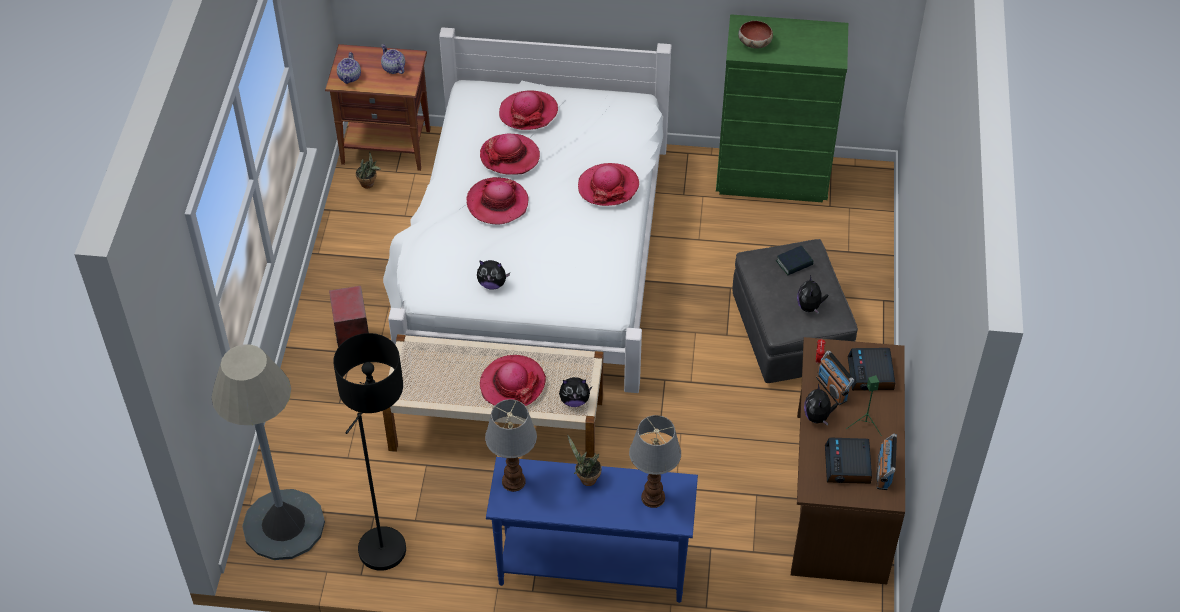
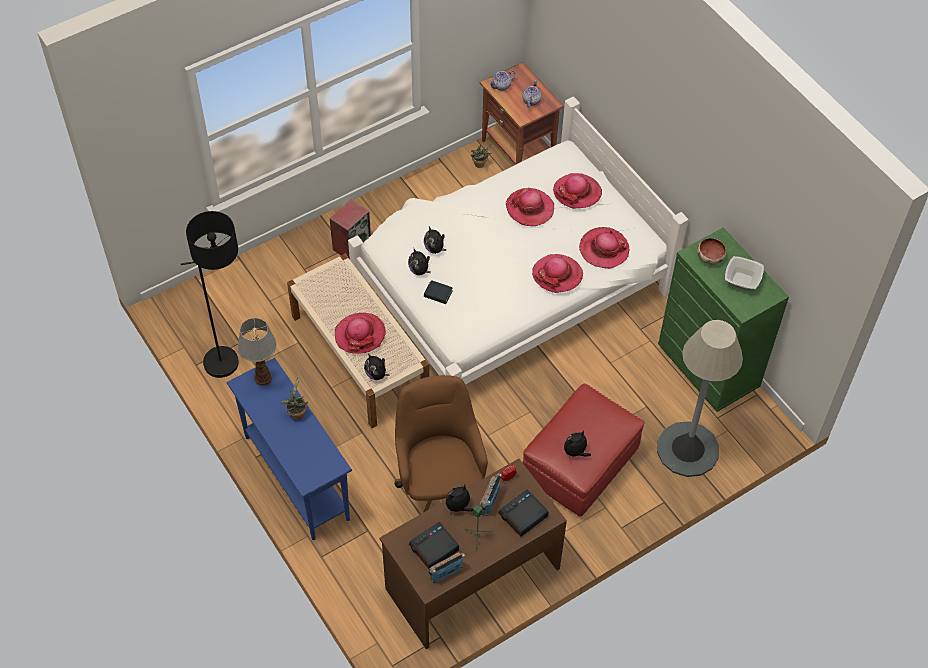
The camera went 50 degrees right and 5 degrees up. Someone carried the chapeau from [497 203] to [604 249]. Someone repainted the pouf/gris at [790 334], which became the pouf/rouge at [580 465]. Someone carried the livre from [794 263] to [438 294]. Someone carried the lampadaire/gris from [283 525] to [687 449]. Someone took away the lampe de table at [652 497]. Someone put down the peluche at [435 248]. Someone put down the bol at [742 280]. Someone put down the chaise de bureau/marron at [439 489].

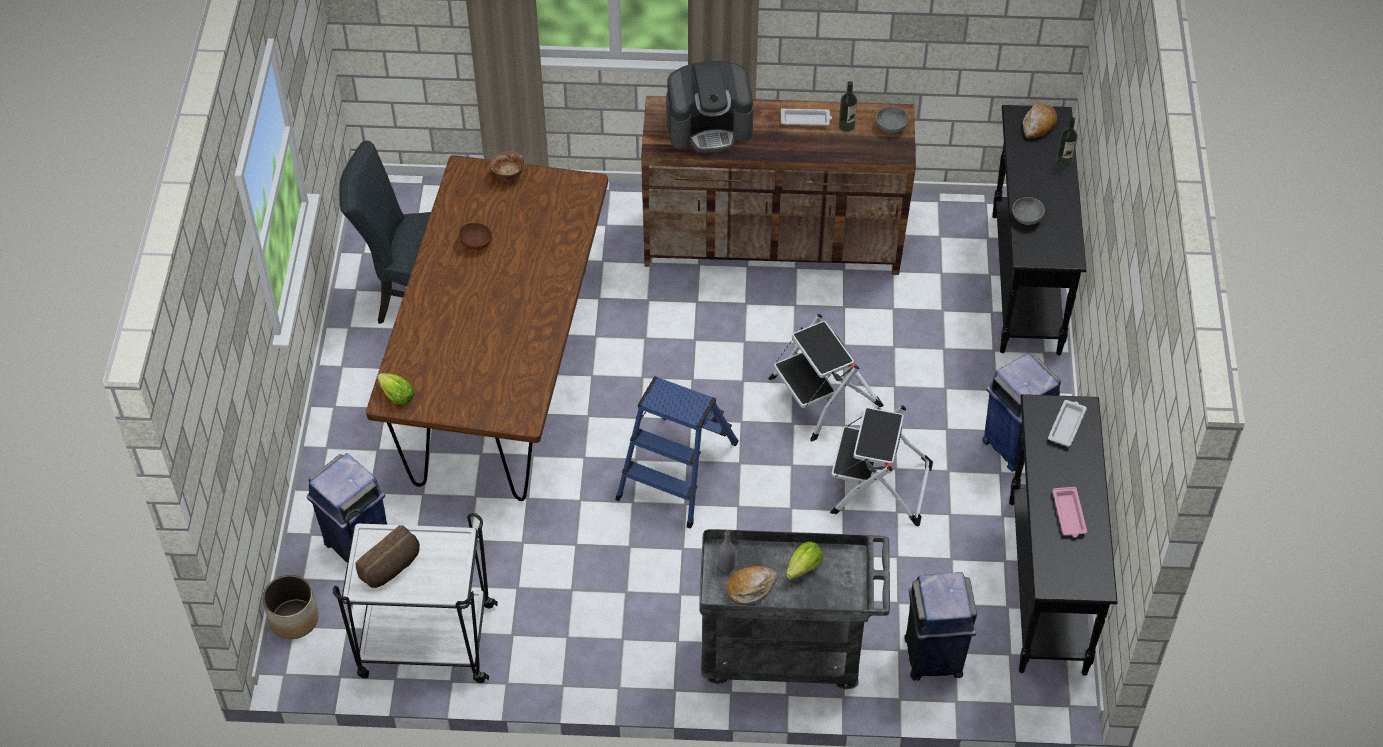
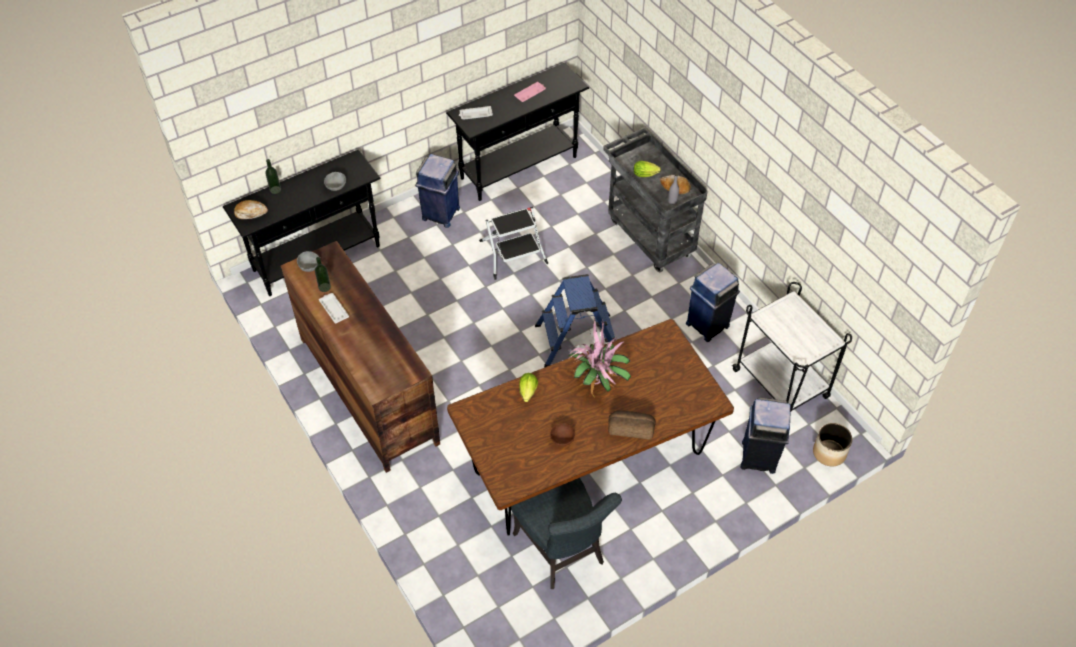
The camera went 125 degrees left and 0 degrees up. Someone took away the machine à café at [709 126]. Someone took away the bol at [508 175]. Someone took away the escabeau at [824 394]. Someone carried the laitue from [395 395] to [527 393]. Someone carried the pain from [392 568] to [631 428]. Someone carried the poubelle/bleu from [933 658] to [708 324]. Someone put down the plante en pot at [597 383].

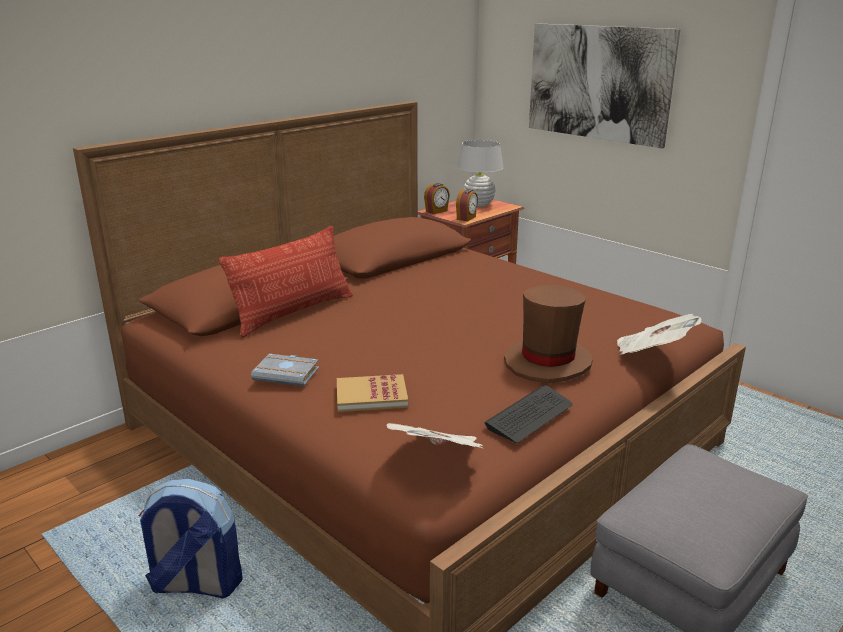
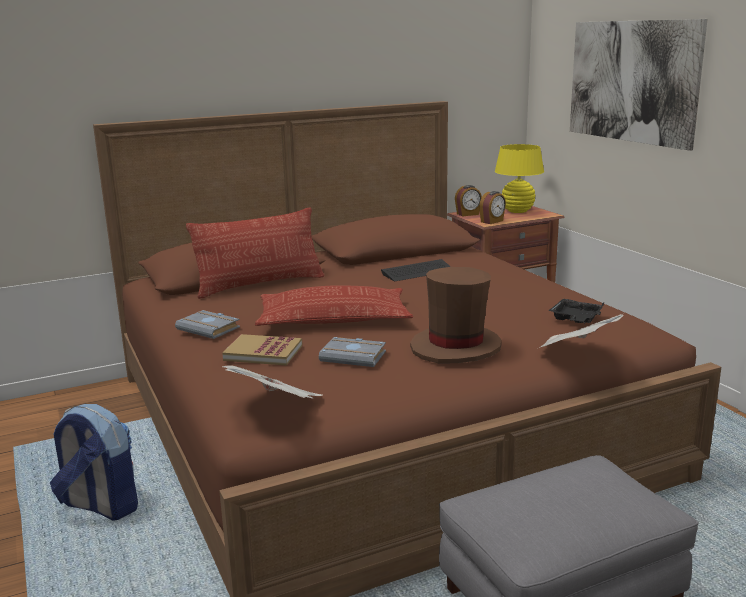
The camera went 20 degrees right and 5 degrees down. Someone repainted the lampe de table/blanc at [478 204], which became the lampe de table/jaune at [517 211]. Someone carried the clavier from [529 415] to [417 272]. Someone put down the coussin at [333 318]. Someone put down the plateau/noir at [575 319]. Someone put down the livre/gris at [355 356].

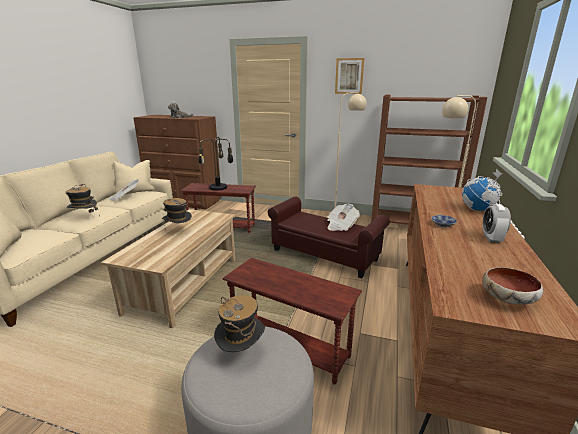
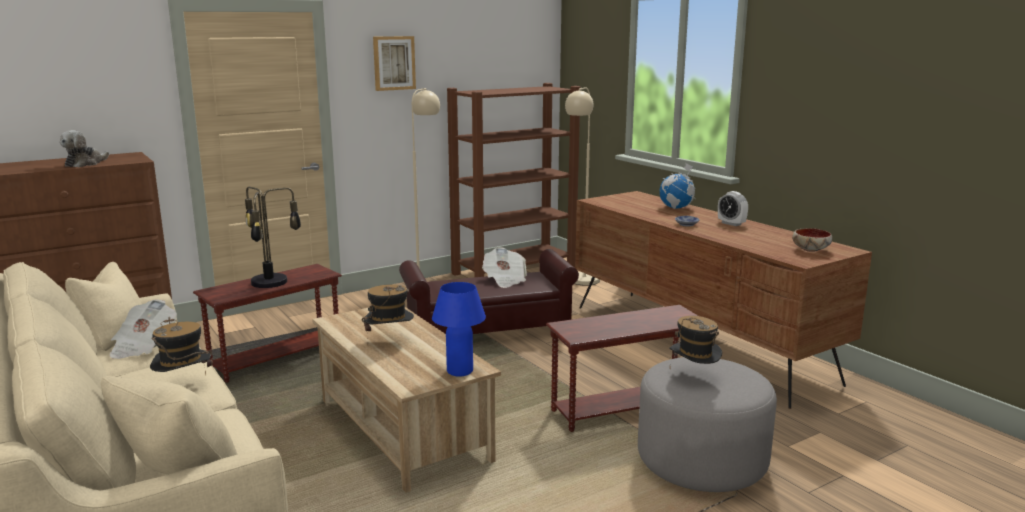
The camera went 50 degrees left and 5 degrees down. Someone put down the lampe de table/bleu at [460 371].

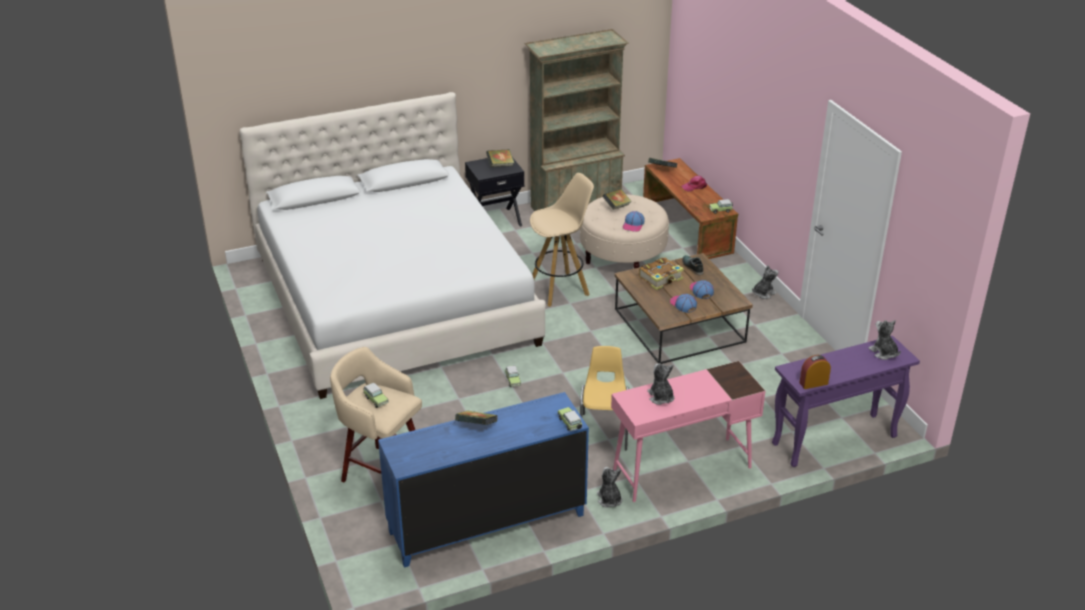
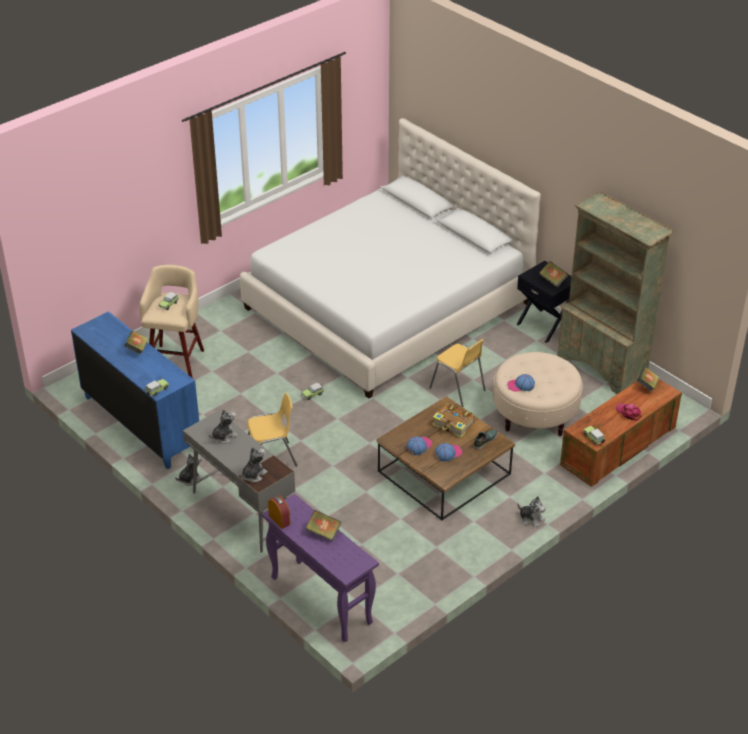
The camera went 70 degrees right and 5 degrees up. Someone swapped the tabouret/beige at [560 289] for the chaise/jaune at [458 389]. Someone carried the livre from [616 206] to [323 532]. Someone carried the peluche from [883 353] to [253 475]. Someone repainted the bureau/rose at [681 469], which became the bureau/gris at [242 511].

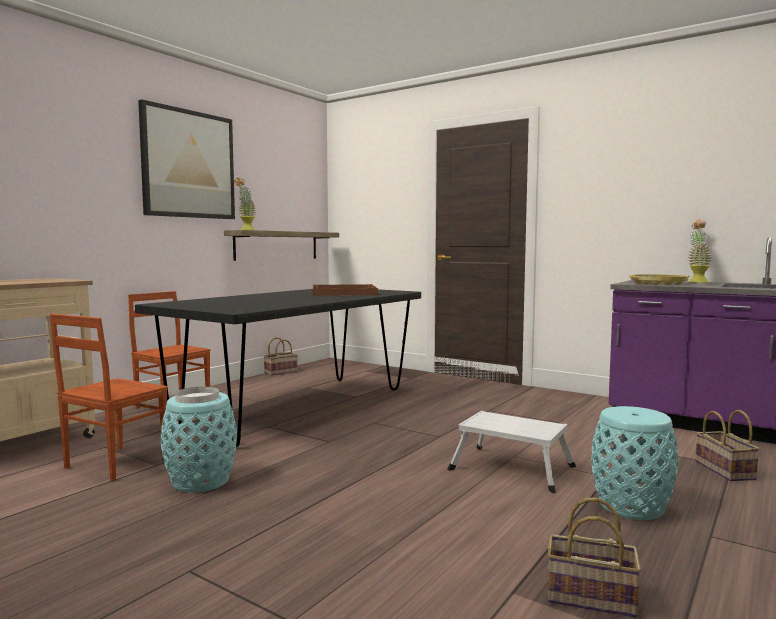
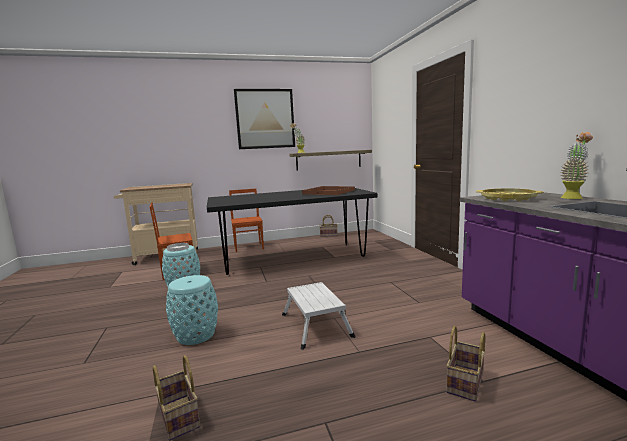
The camera went 40 degrees right and 5 degrees up. Someone carried the tabouret/turquoise from [631 507] to [195 335].

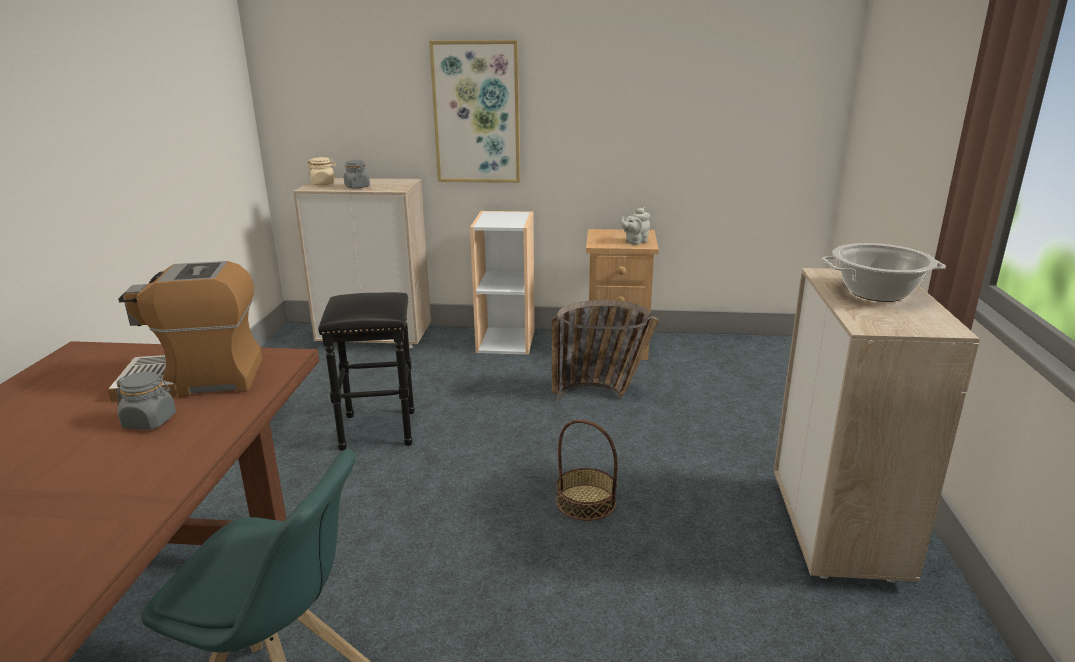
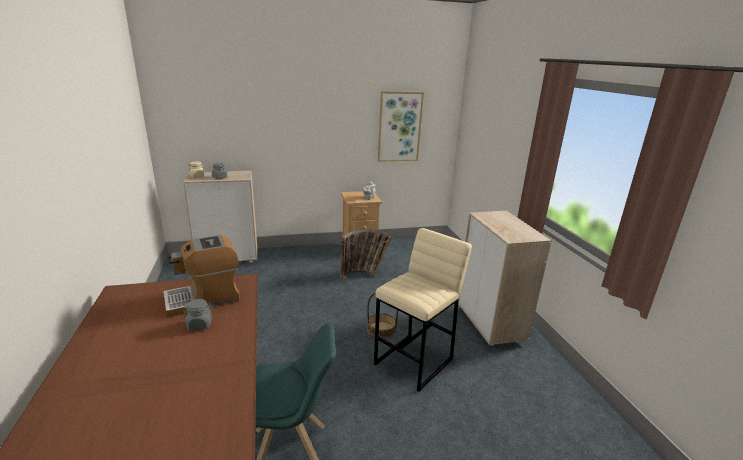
The camera went 20 degrees left and 0 degrees up. Someone carried the tableau from [476 113] to [399 127]. Someone took away the bibliothèque at [506 340]. Someone took away the marmite at [877 293]. Someone took away the tabouret/noir at [379 430]. Someone put down the tabouret/beige at [415 360].

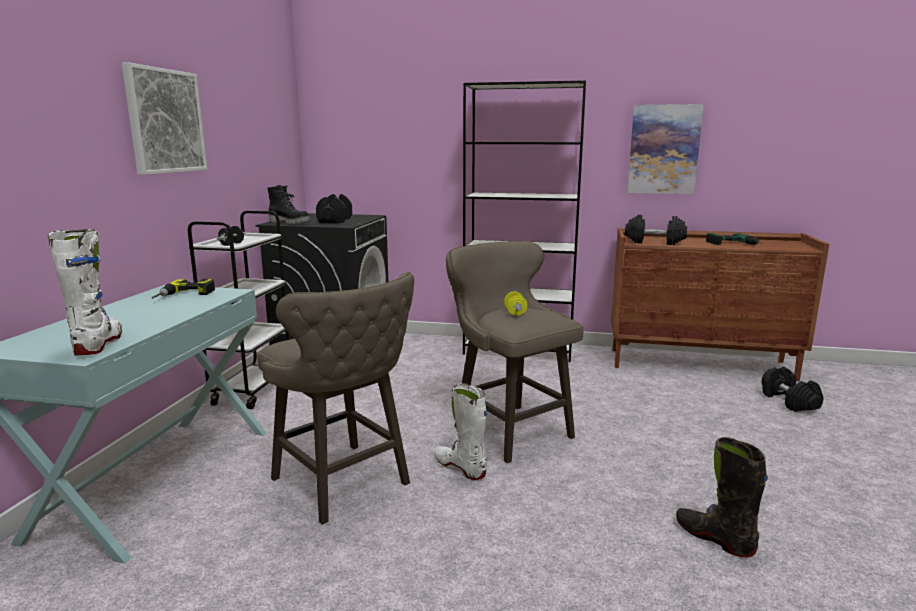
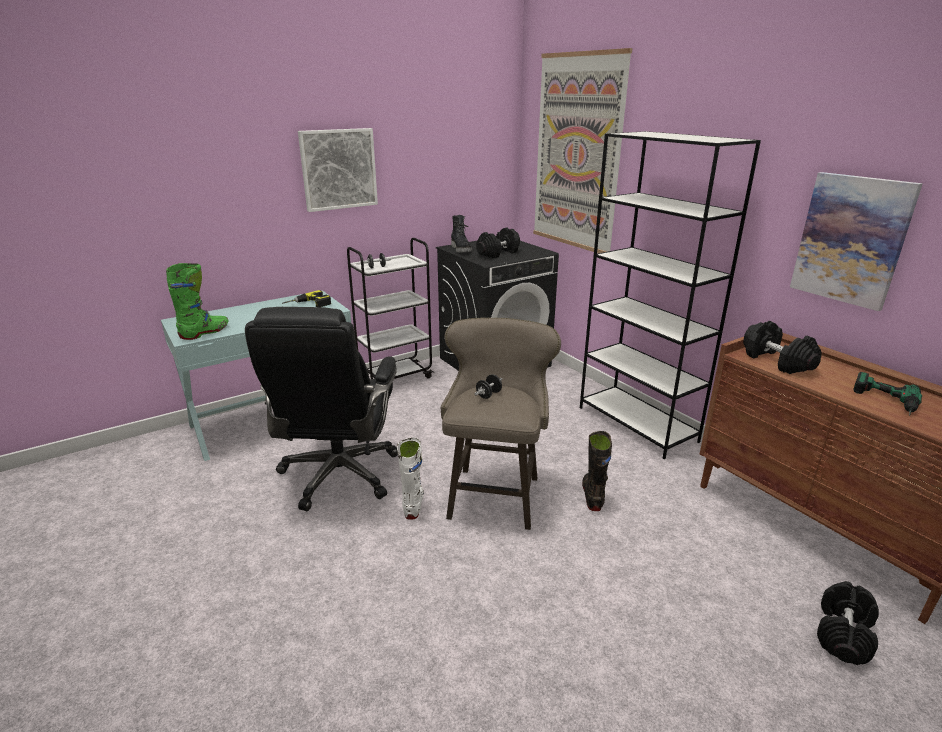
The camera went 45 degrees right and 10 degrees up. Someone repainted the botte/blanc at [99 344], which became the botte/vert at [205 332]. Someone swapped the tabouret/beige at [344 484] for the chaise de bureau/noir at [339 474]. Someone repainted the haltère/jaune at [515 313], which became the haltère/noir at [488 395]. Someone carried the botte/noir from [714 538] to [592 496]. Someone put up the tableau at [577 153].

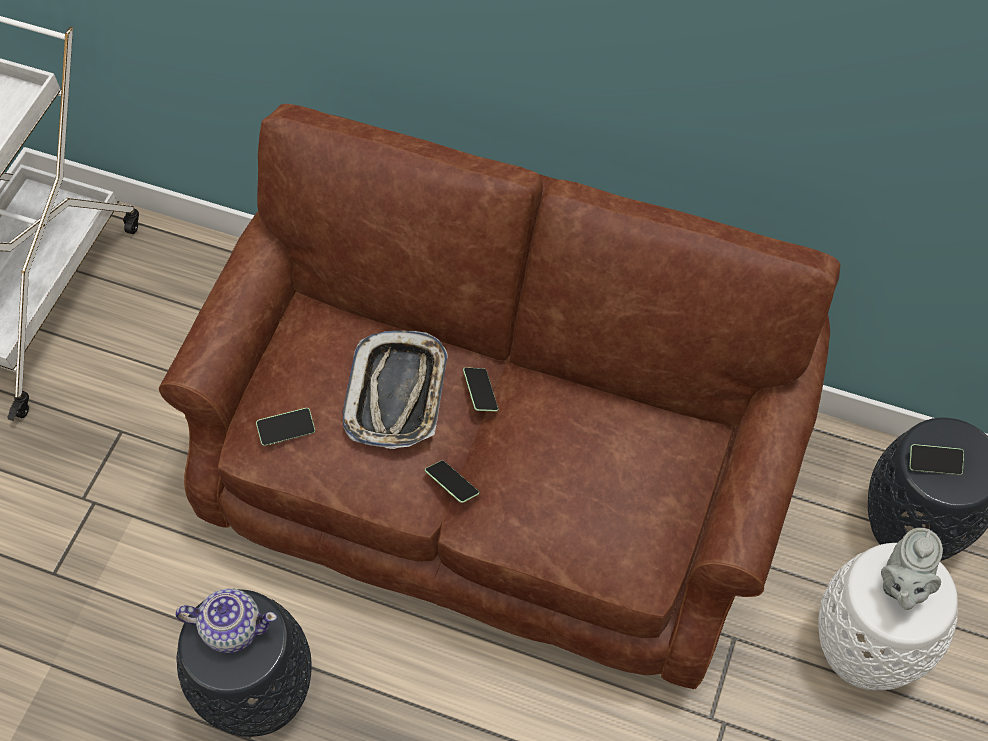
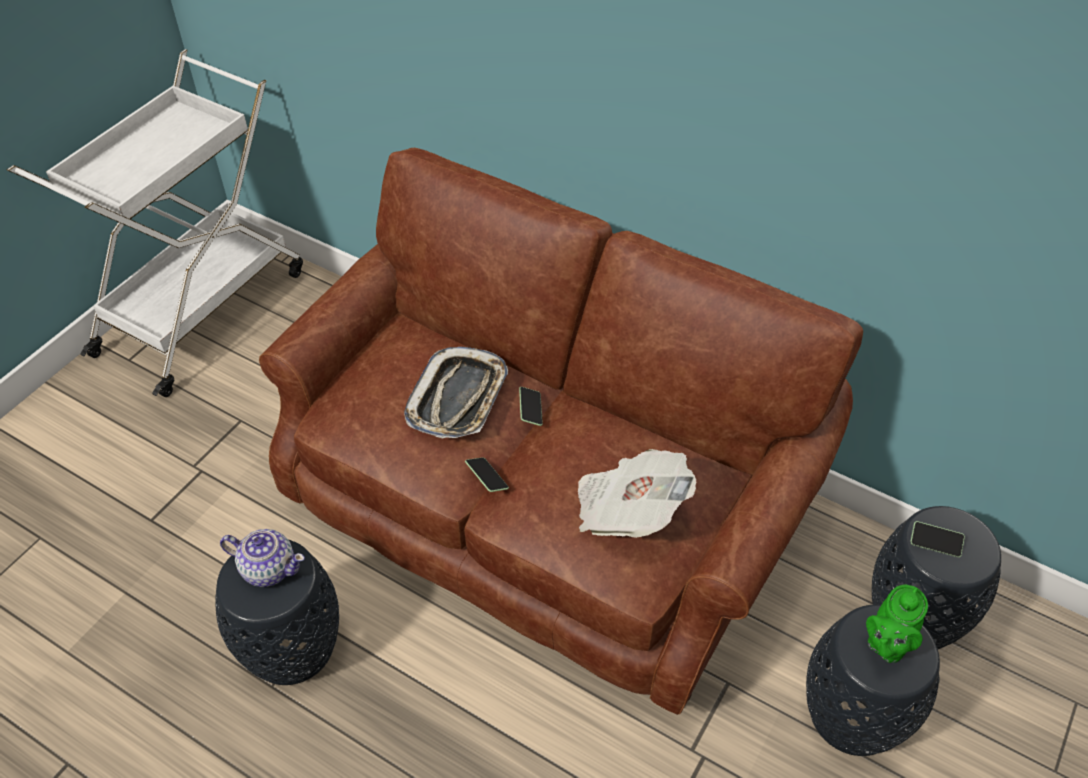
The camera went 10 degrees right and 10 degrees down. Someone took away the téléphone at [286 430]. Someone repainted the théière/gris at [902 585], which became the théière/vert at [887 643]. Someone repainted the tabouret/blanc at [868 645], which became the tabouret/noir at [853 713]. Someone put down the journal at [629 510].

